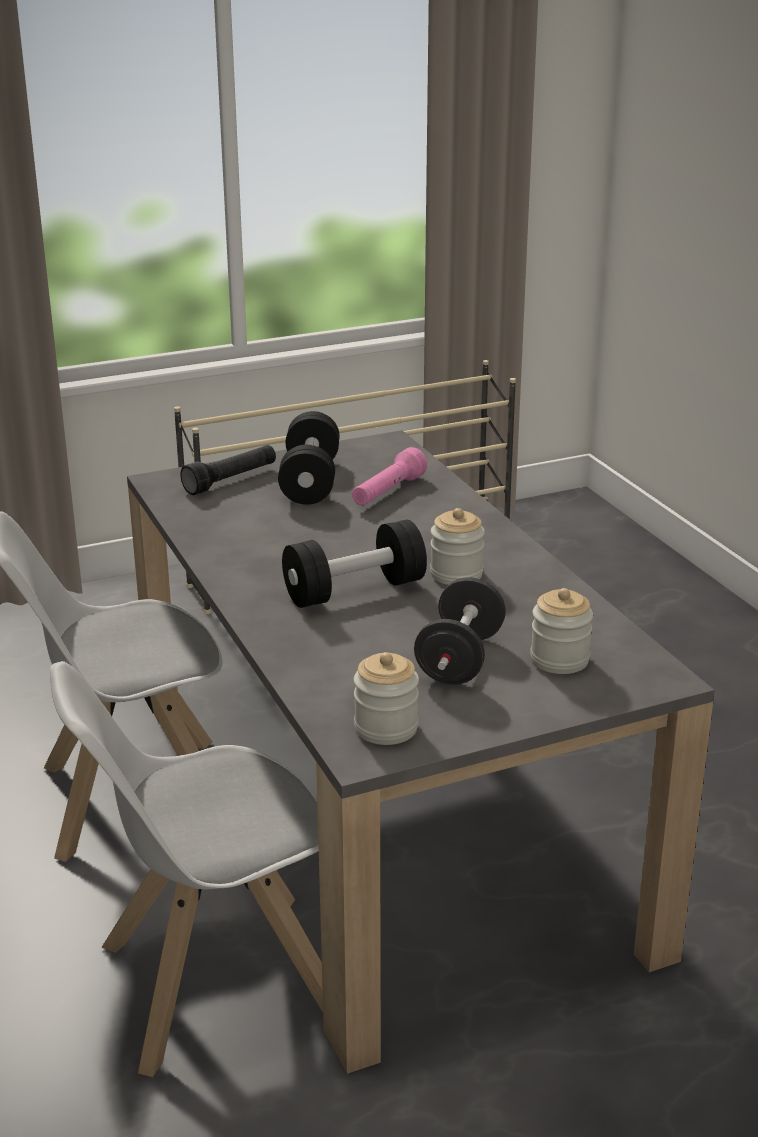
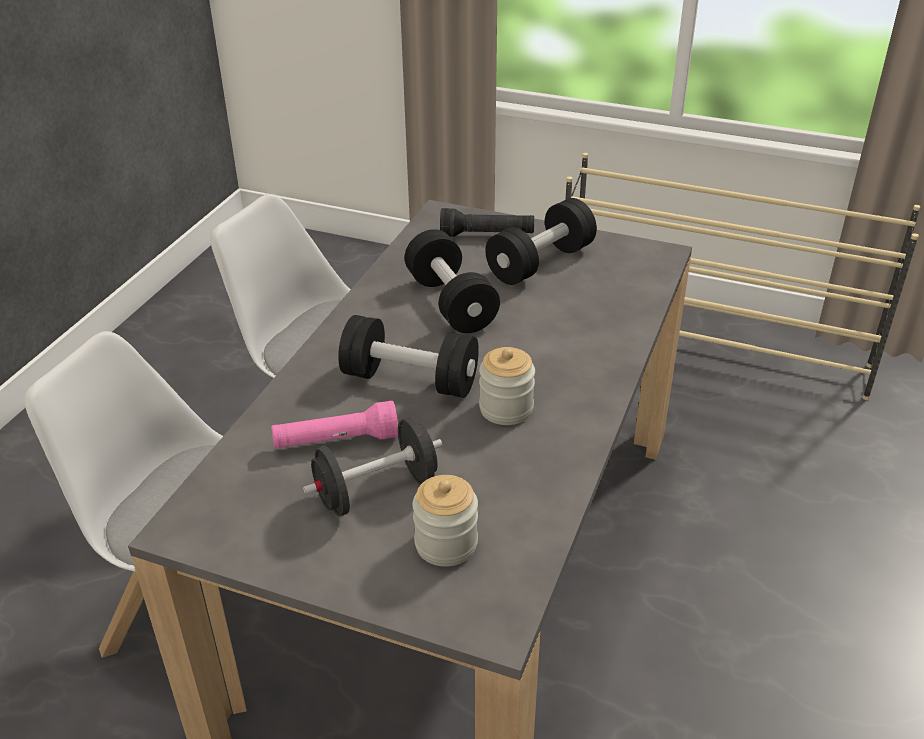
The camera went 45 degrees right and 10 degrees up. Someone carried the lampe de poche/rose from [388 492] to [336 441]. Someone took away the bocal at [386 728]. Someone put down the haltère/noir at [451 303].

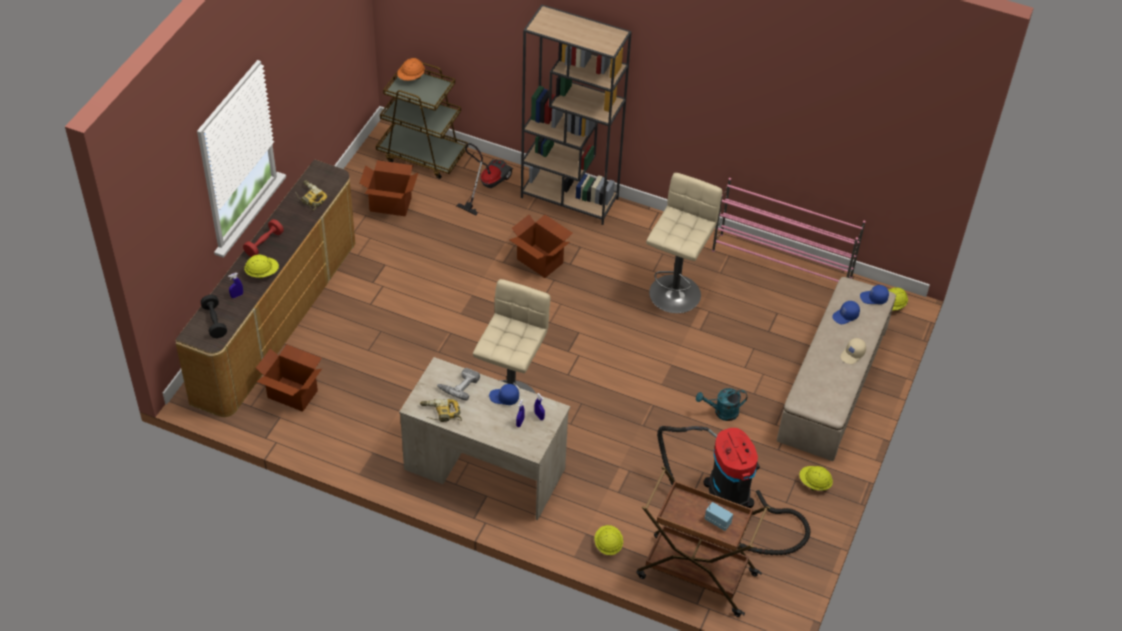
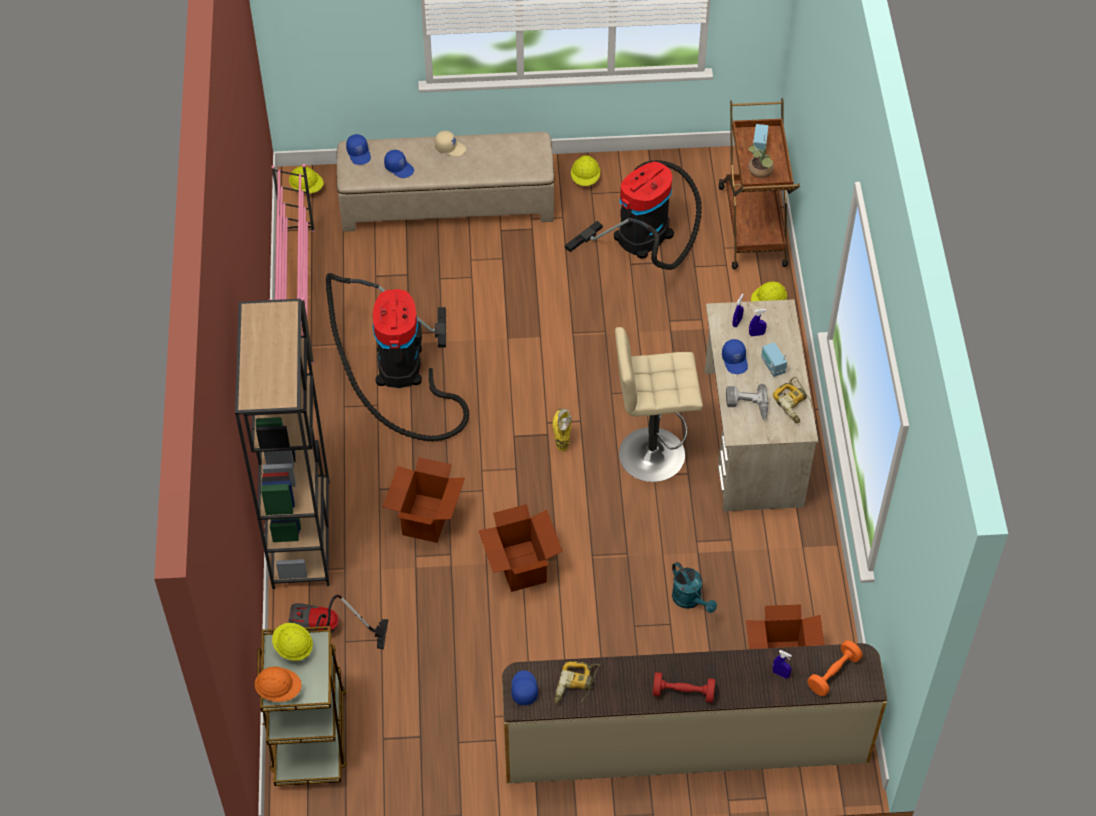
The camera went 115 degrees left and 5 degrees up. Someone carried the carton from [390 204] to [520 566]. Someone swapped the tabouret/beige at [675 294] for the aspirateur at [401 371]. Someone carried the casque de chantier/jaune from [262 273] to [293 647]. Someone repainted the haltère/noir at [214 322], which became the haltère/orange at [833 673]. Someone carried the arrosoir/turquoise from [722 412] to [690 600]. Someone put down the plante en pot at [760 172]. Someone put down the radio at [772 366]. Someone put down the botte/jaune at [561 433]. Someone put down the casquette/bleu at [523 689].

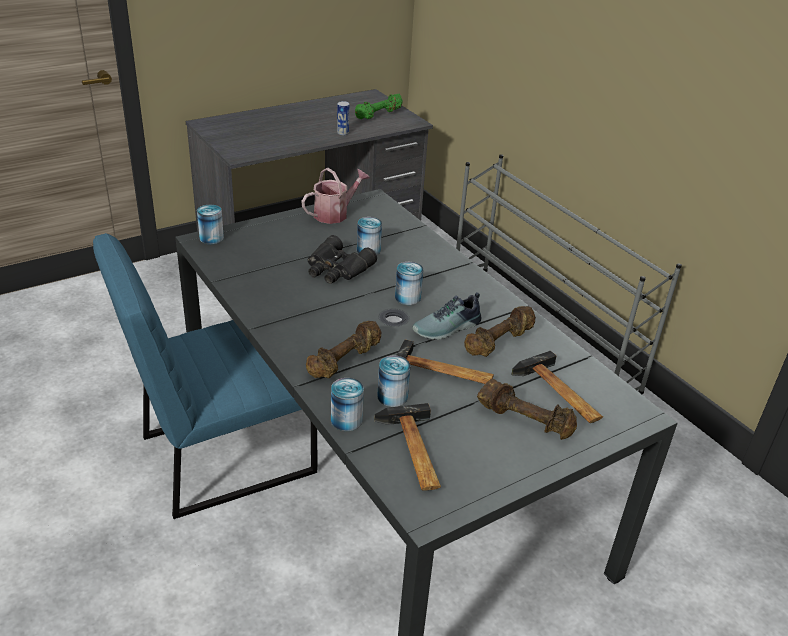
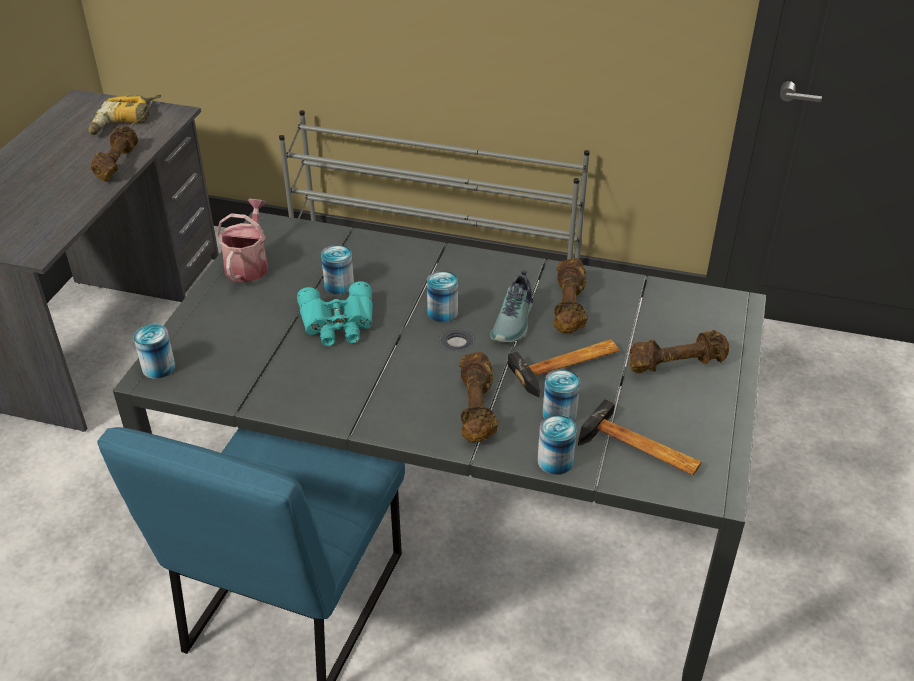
The camera went 40 degrees left and 5 degrees up. Someone swapped the haltère/vert at [379 115] for the perceuse at [125 122]. Someone swapped the boîte métallique at [342 133] for the haltère/marron at [116 163]. Someone repainted the jumelles/noir at [336 269], which became the jumelles/turquoise at [338 323]. Someone took away the marteau at [559 395].

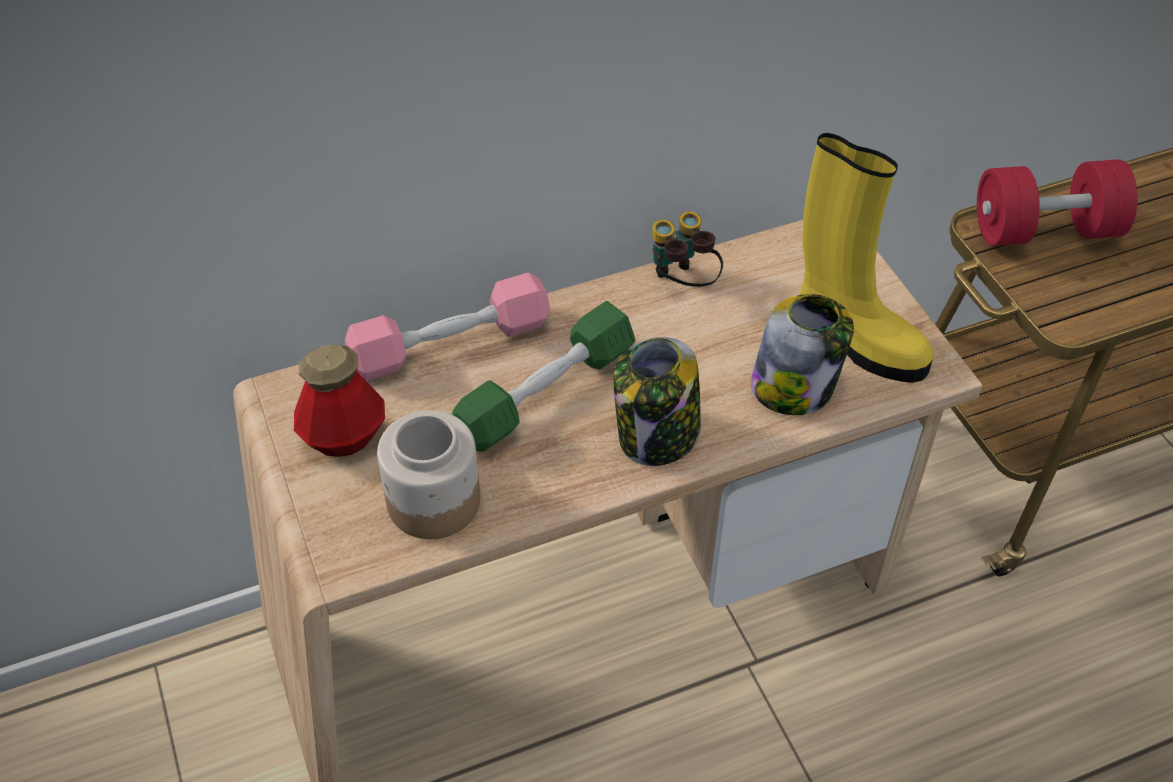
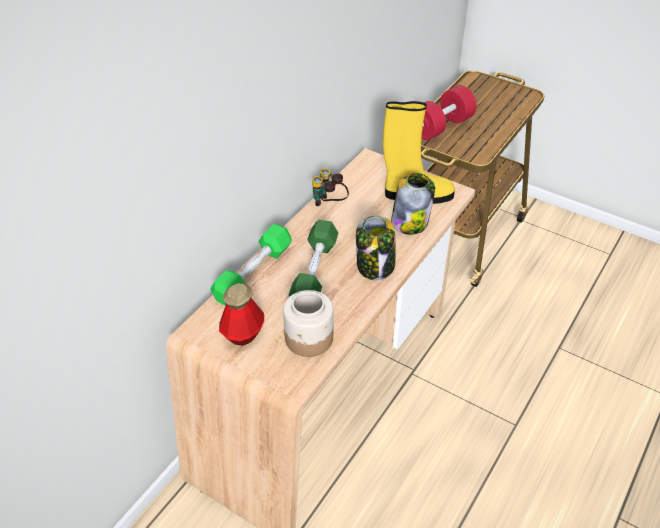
The camera went 35 degrees left and 5 degrees down. Someone repainted the haltère/rose at [450 344], which became the haltère/vert at [253 273].

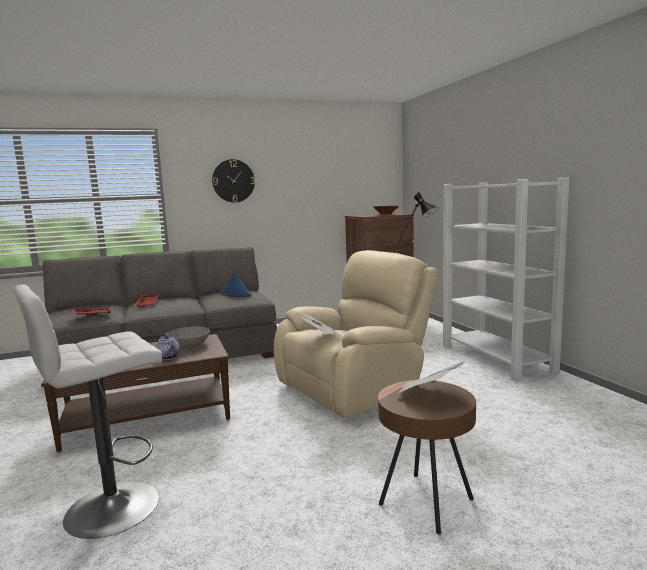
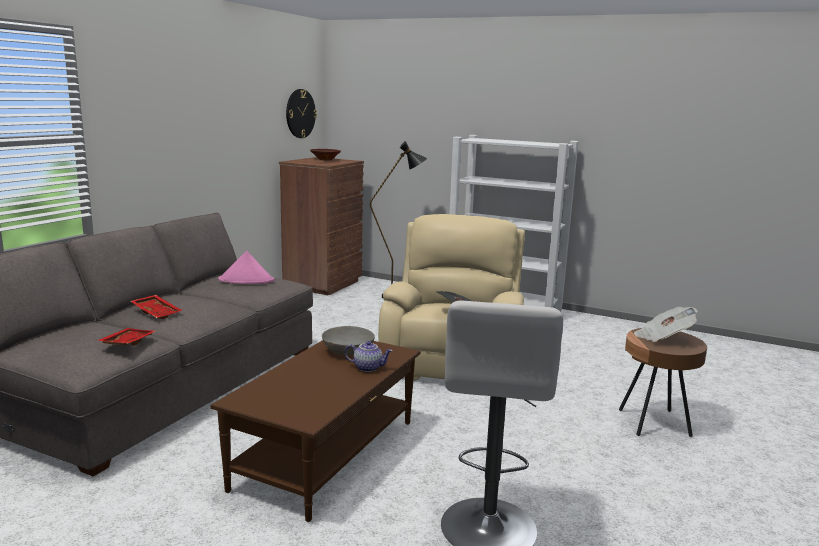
The camera went 45 degrees left and 5 degrees up. Someone carried the horloge murale from [233 181] to [300 113]. Someone repainted the chapeau/bleu at [235 294], which became the chapeau/rose at [246 280].

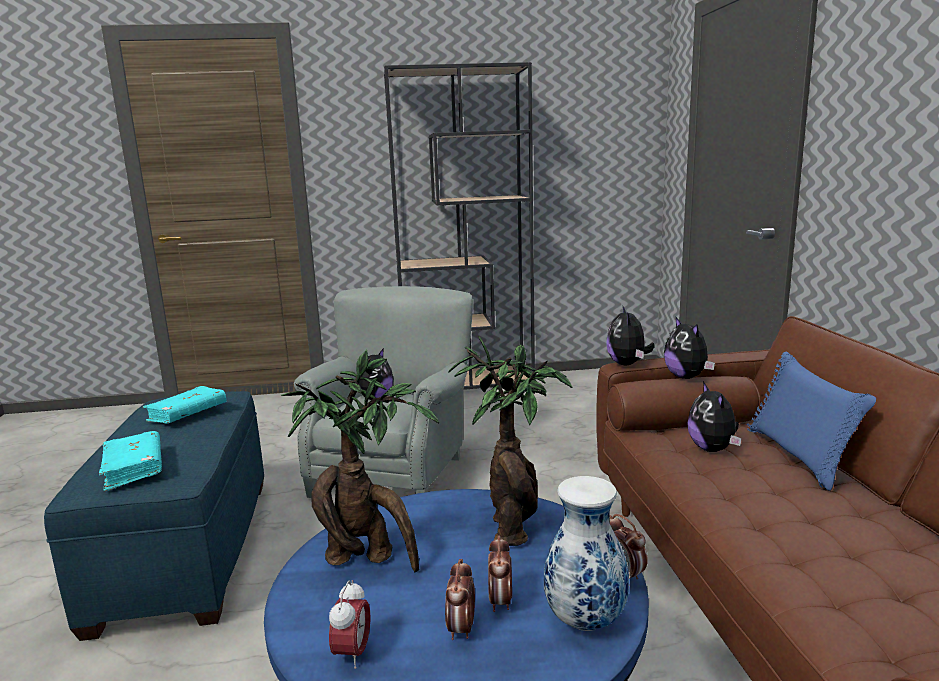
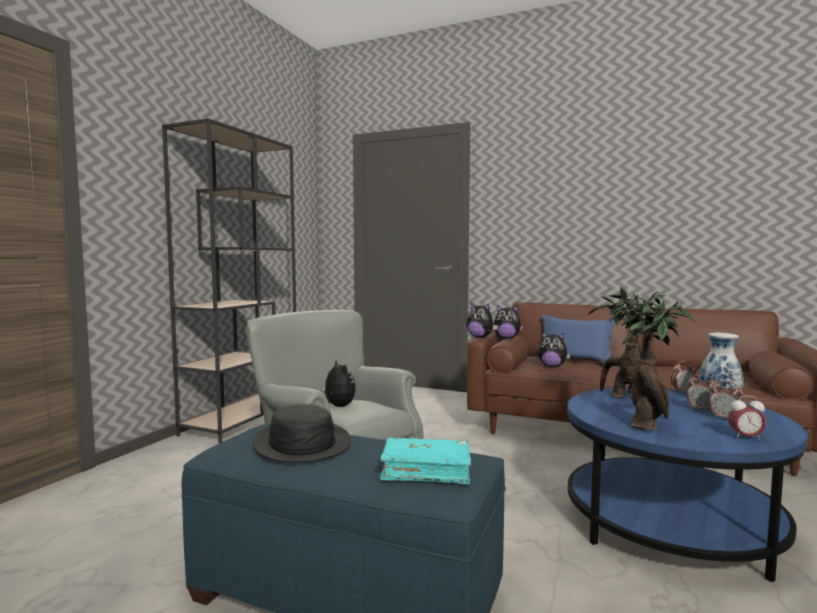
The camera went 60 degrees left and 10 degrees down. Someone swapped the livre/turquoise at [187 414] for the chapeau/noir at [301 443]. Someone rotated the réveil at [353 653] by 150 degrees clockwise.

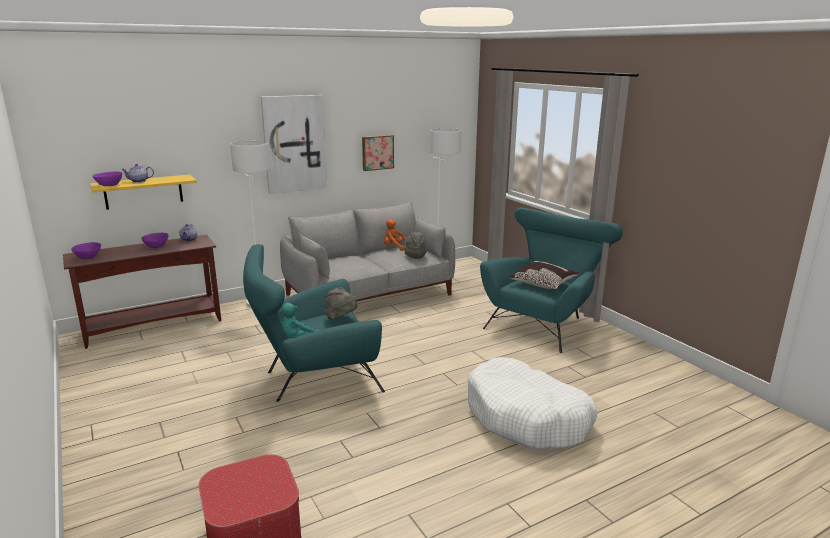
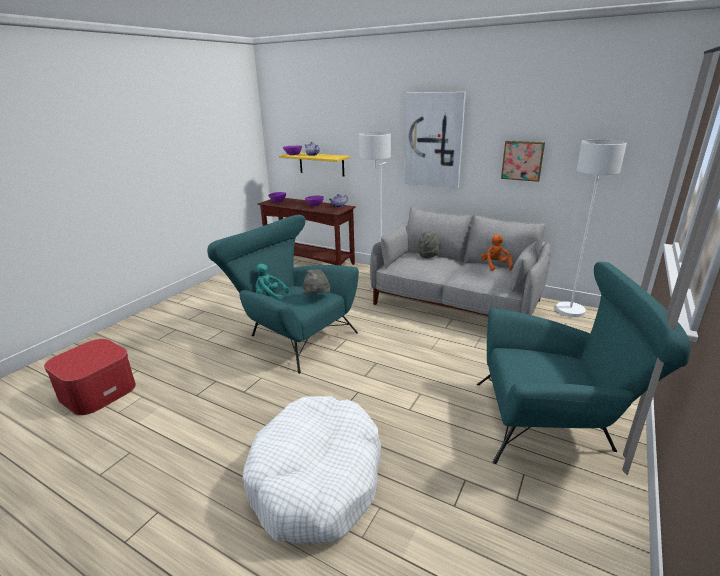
The camera went 60 degrees right and 5 degrees up. Someone carried the chapeau/gris from [415 255] to [428 255]. Someone took away the coussin at [543 284].

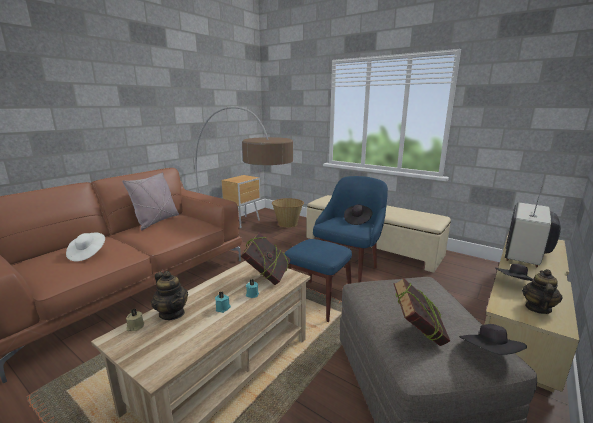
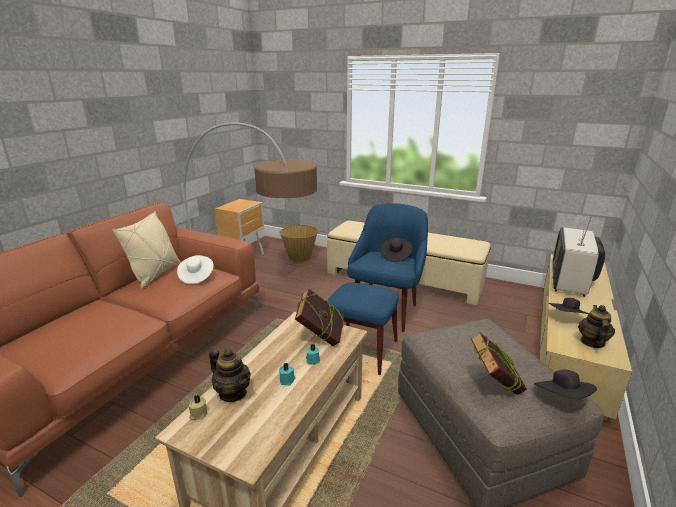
The camera went 10 degrees left and 5 degrees up. Someone repainted the coussin/violet at [157 221], which became the coussin/beige at [155 274]. Someone carried the chapeau/blanc from [87 254] to [196 276].

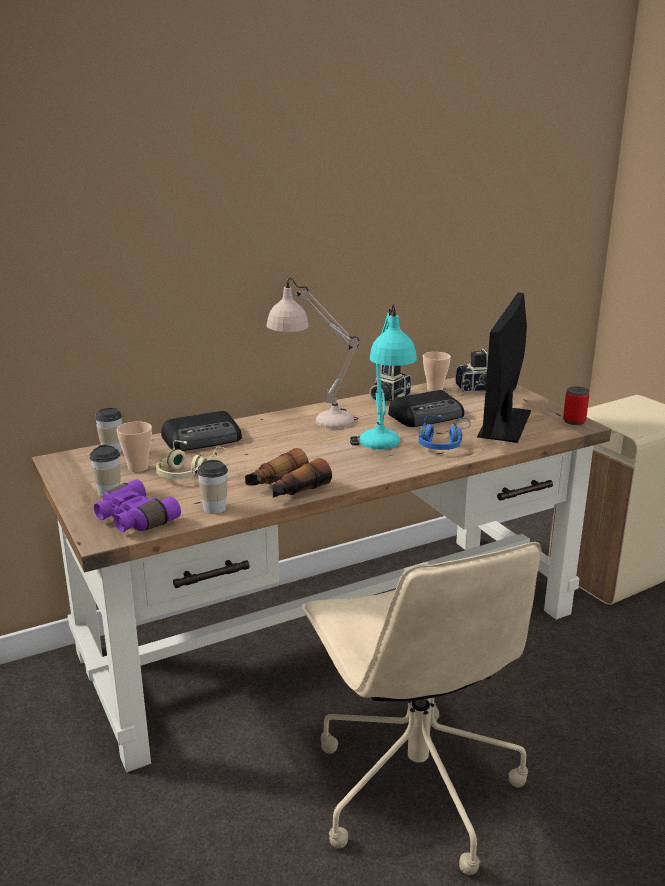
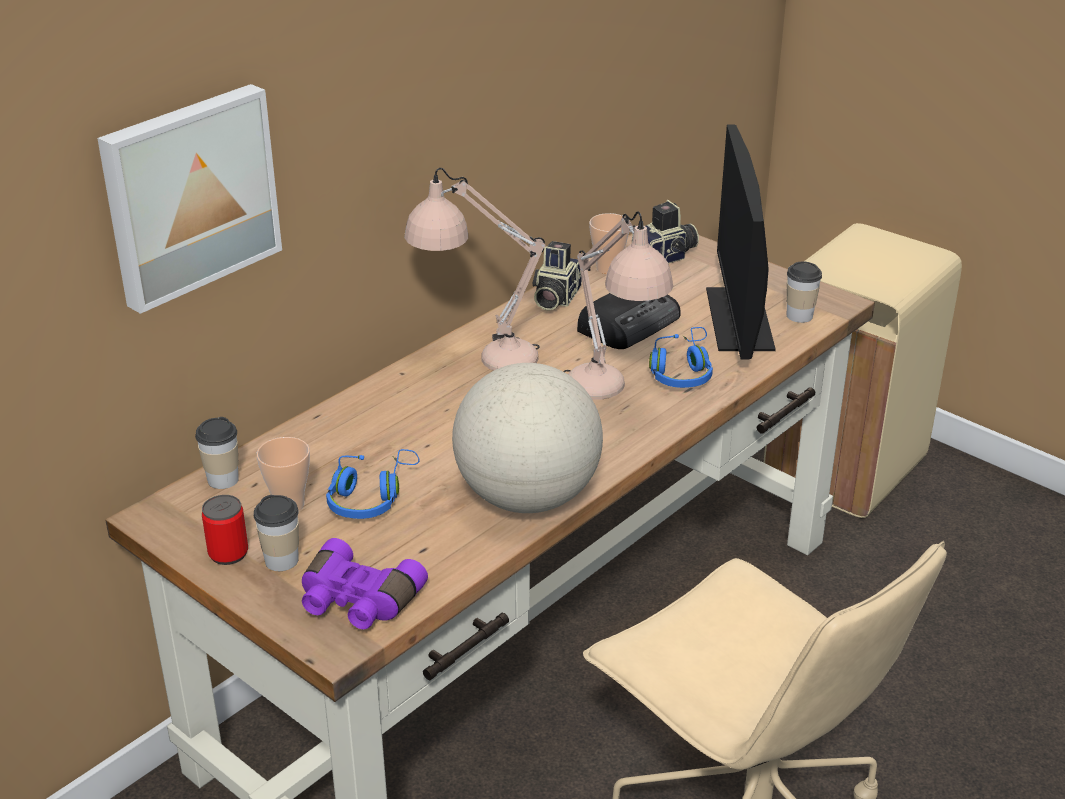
The camera went 20 degrees left and 10 degrees up. Someone repainted the lampe de table/turquoise at [382 450], which became the lampe de table/beige at [610 399]. Someone carried the boîte métallique from [574 421] to [228 553]. Someone took away the radio at [203 439]. Someone repainted the casque audio/beige at [189 472], which became the casque audio/bleu at [371 497]. Someone swapped the jumelles at [286 488] for the globe at [527 497]. Someone carried the tasse from [214 508] to [799 316]. Someone put up the tableau at [189 194].

